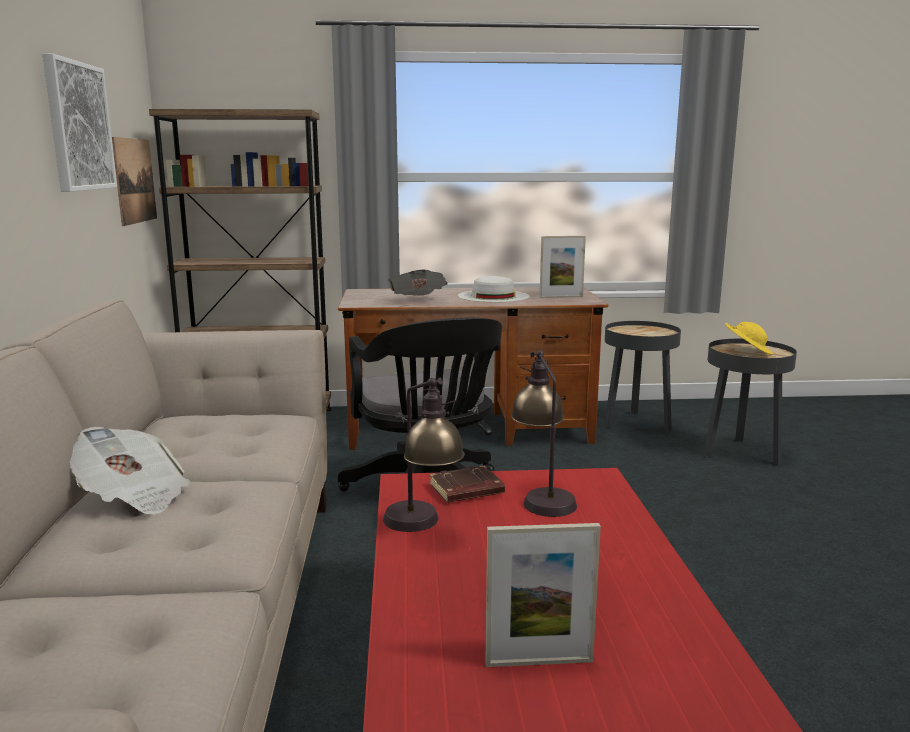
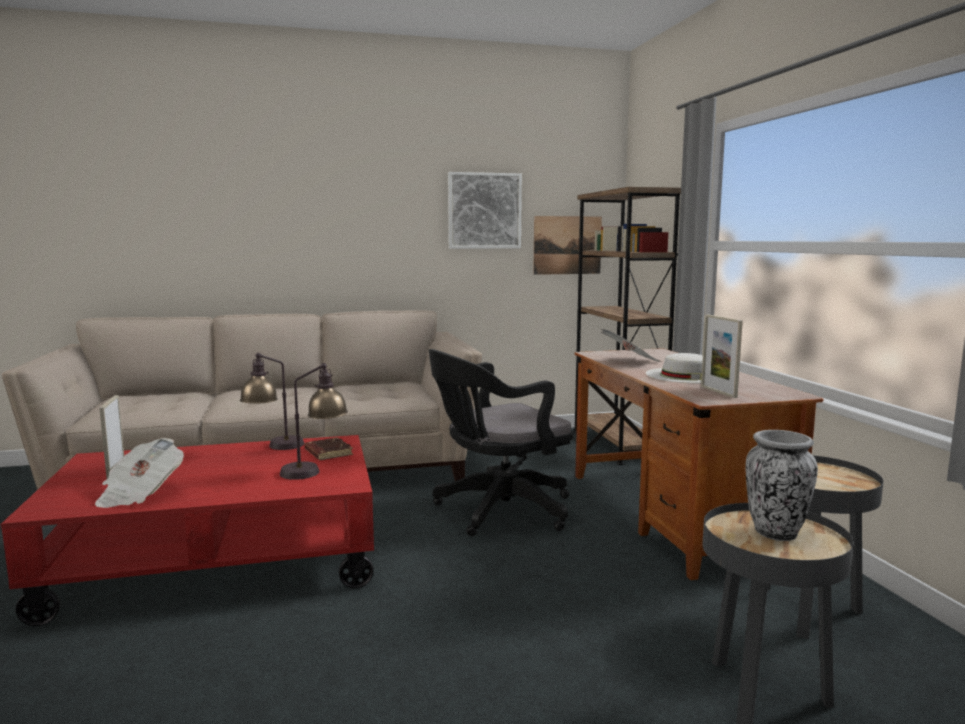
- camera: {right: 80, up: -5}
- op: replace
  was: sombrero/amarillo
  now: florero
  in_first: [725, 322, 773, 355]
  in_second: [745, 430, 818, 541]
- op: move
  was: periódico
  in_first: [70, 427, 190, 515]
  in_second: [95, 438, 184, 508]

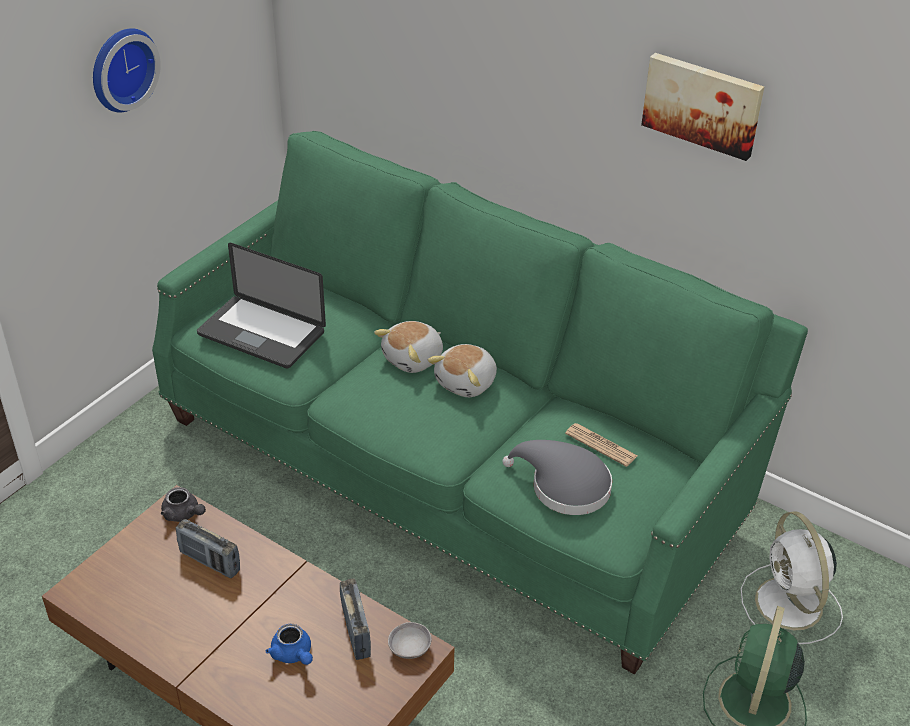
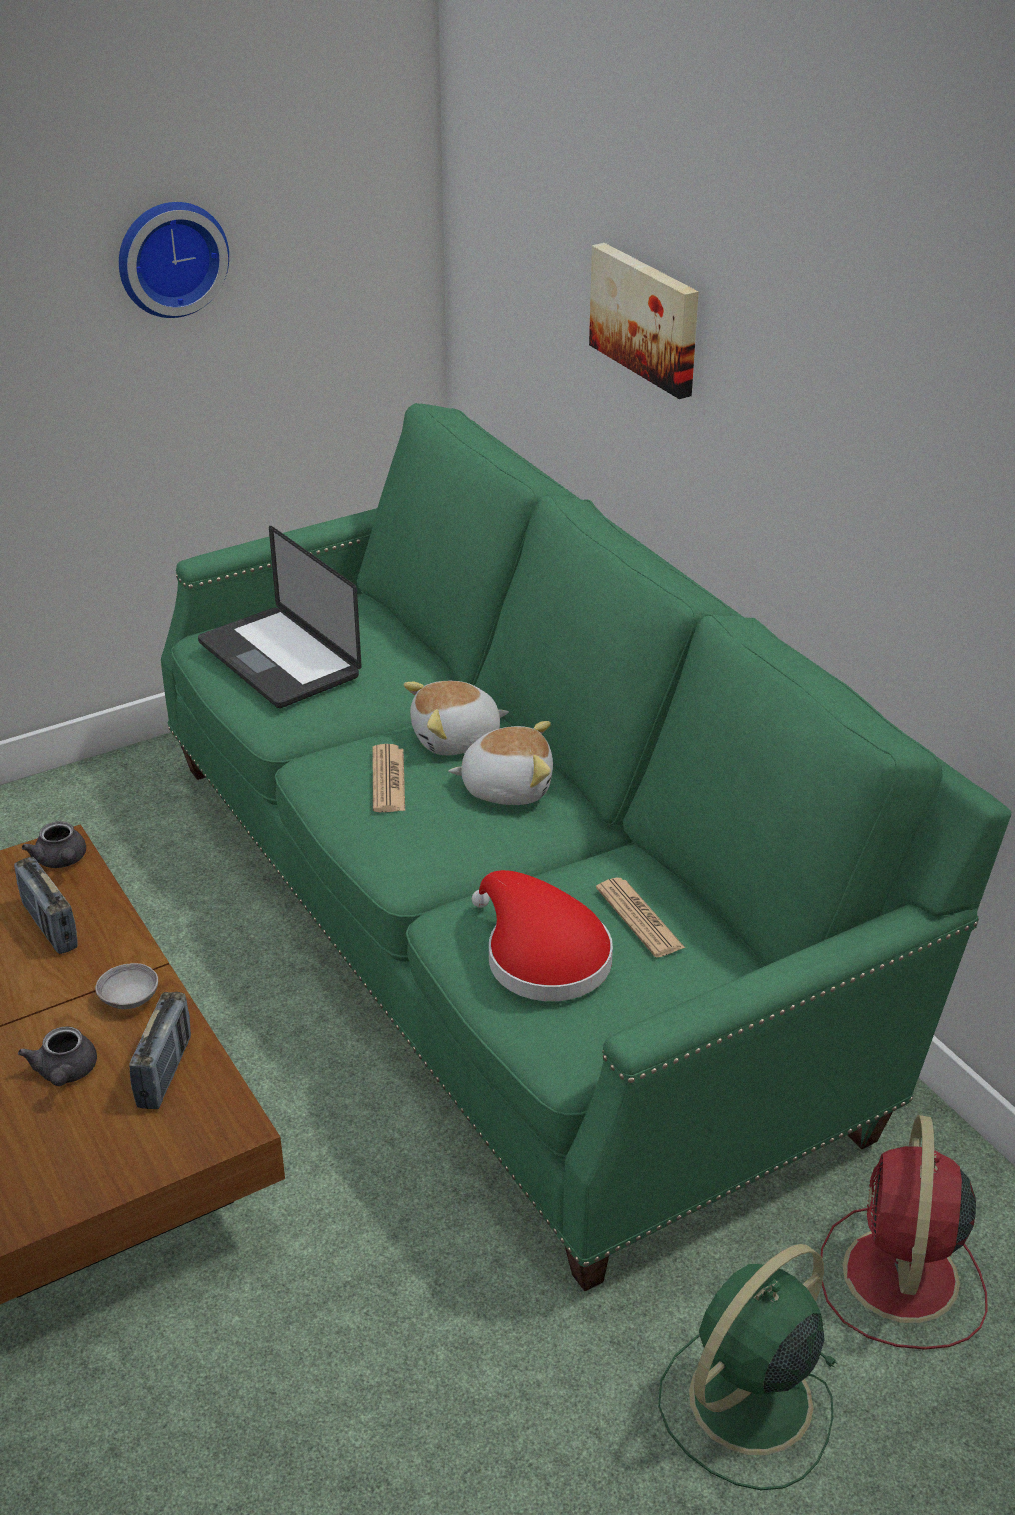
- camera: {right: 25, up: -5}
- op: move
  was: cuadro
  in_first: [641, 53, 764, 161]
  in_second: [589, 243, 699, 399]
- op: rotate
  was: peluche
  in_first: [428, 344, 497, 397]
  in_second: [448, 721, 553, 805]
  clockwise: -150
- op: recolor
  was: sombrero/gris
  now: sombrero/rojo
  in_first: [502, 440, 612, 515]
  in_second: [472, 870, 613, 1001]
- op: recolor
  was: ventilador/blanco
  now: ventilador/rojo
  in_first: [741, 511, 843, 644]
  in_second: [821, 1115, 988, 1350]
- op: move
  was: cuenco/gris
  in_first: [388, 622, 432, 659]
  in_second: [95, 963, 158, 1009]
- op: recolor
  was: tetera/azul
  now: tetera/gris
  in_first: [266, 624, 313, 665]
  in_second: [18, 1026, 97, 1086]
- op: insert
  now: periódico
  in_second: [373, 744, 405, 812]

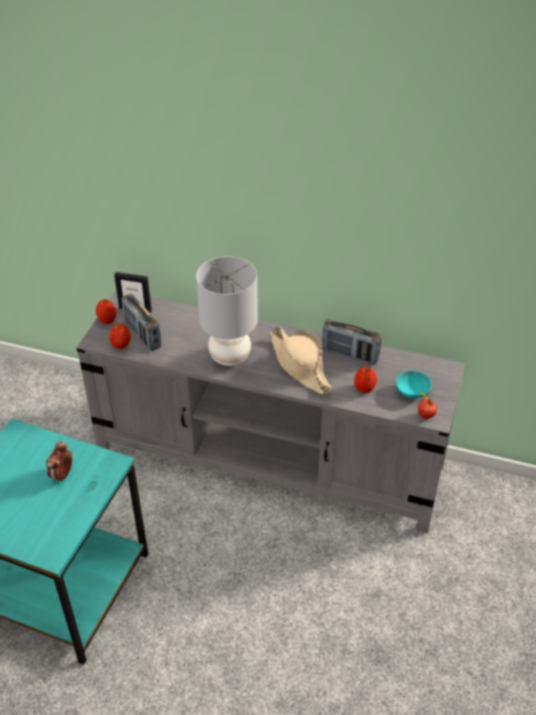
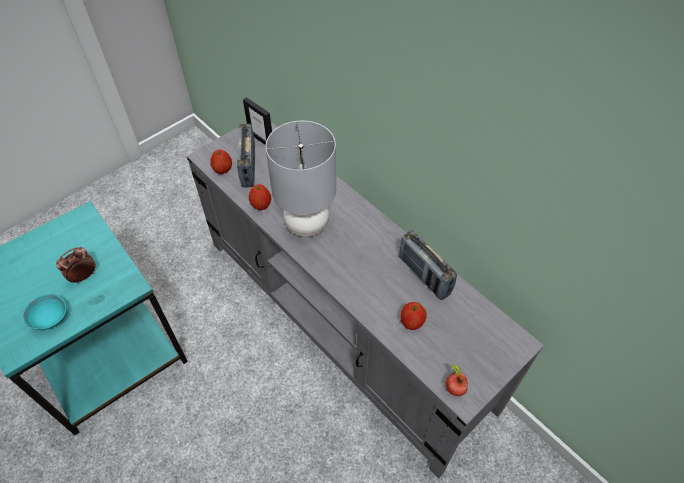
- camera: {right: 30, up: 10}
- op: move
  was: manzana
  in_first: [96, 299, 116, 324]
  in_second: [249, 184, 271, 210]
- op: delete
  was: sombrero/beis
  in_first: [270, 327, 332, 394]
- op: move
  was: cuenco/turquesa
  in_first: [396, 371, 432, 399]
  in_second: [23, 294, 67, 330]

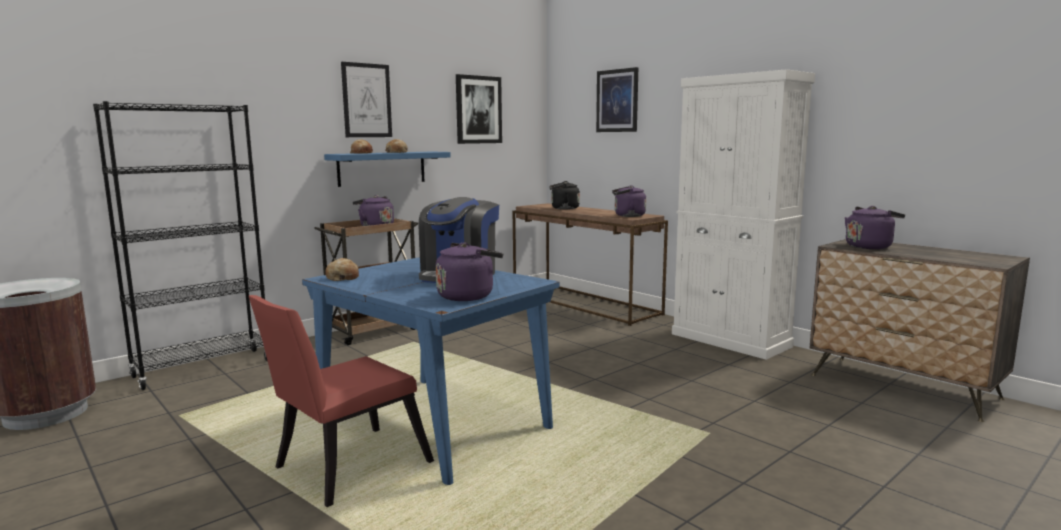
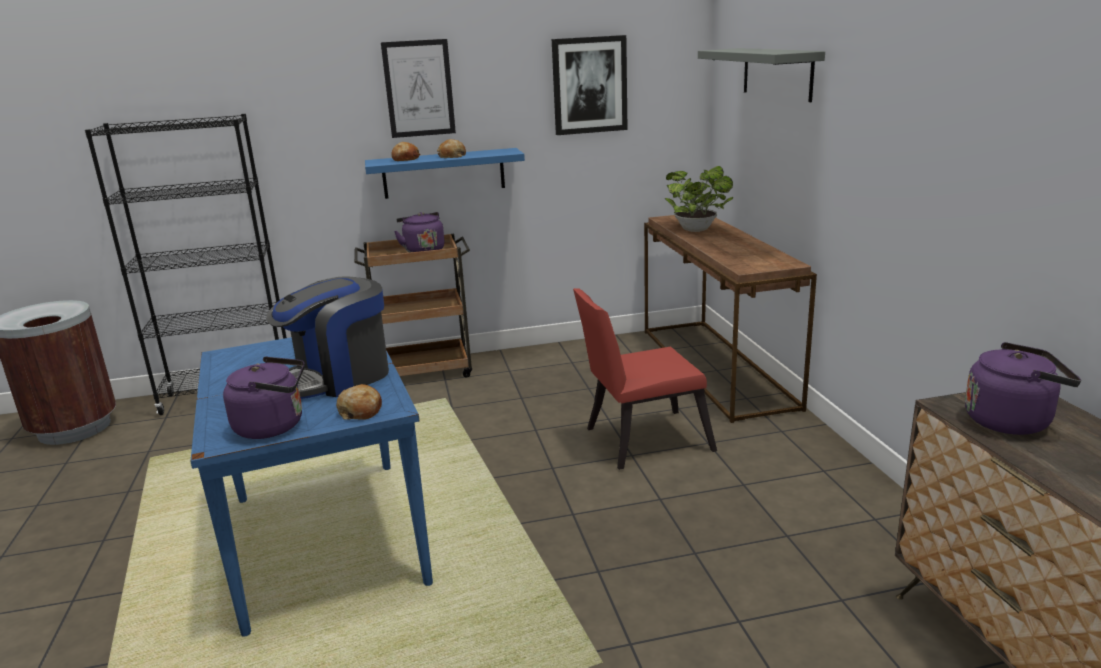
- camera: {right: 30, up: 10}
- op: replace
  was: cuadro
  now: estante/gris
  in_first: [596, 67, 638, 132]
  in_second: [698, 48, 825, 102]
- op: delete
  was: armario/blanco
  in_first: [672, 69, 815, 360]
- op: replace
  was: hervidor/negro
  now: planta en maceta
  in_first: [550, 181, 580, 210]
  in_second: [665, 166, 734, 232]
- op: delete
  was: hervidor/morado
  in_first: [612, 185, 646, 217]
- op: move
  was: pan
  in_first: [325, 258, 359, 281]
  in_second: [336, 384, 382, 420]
- op: move
  was: silla/rojo
  in_first: [249, 295, 434, 507]
  in_second: [573, 288, 717, 470]

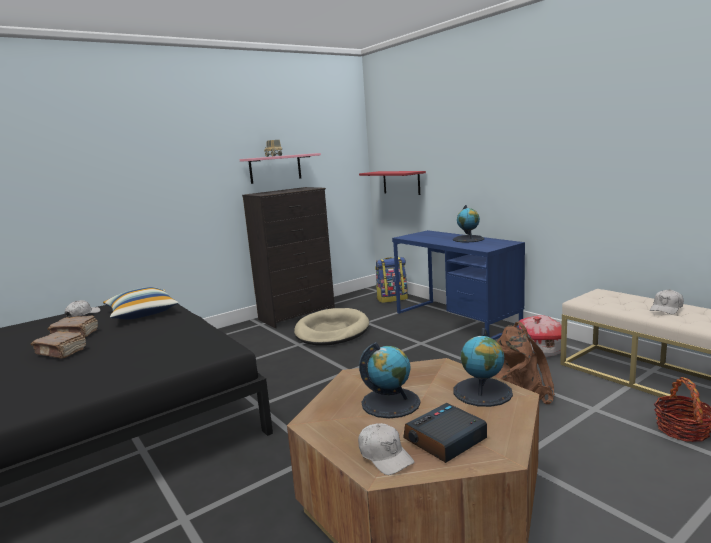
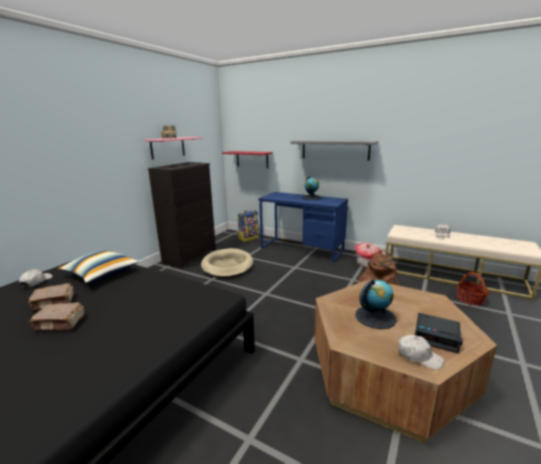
- camera: {right: -25, up: 5}
- op: delete
  was: globo terráqueo
  in_first: [454, 328, 513, 407]
- op: rotate
  was: despertador
  in_first: [403, 403, 487, 463]
  in_second: [415, 313, 463, 353]
  clockwise: -90
- op: insert
  now: estante/gris
  in_second: [291, 140, 378, 161]

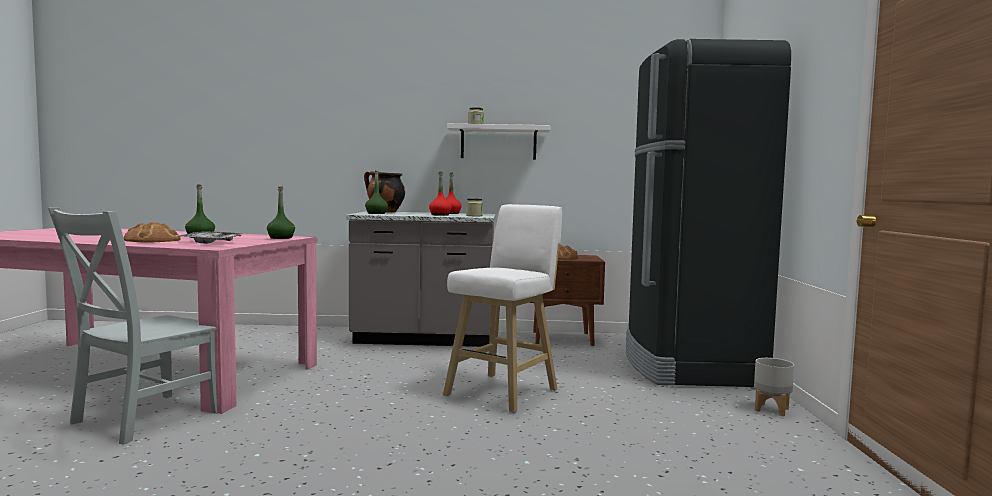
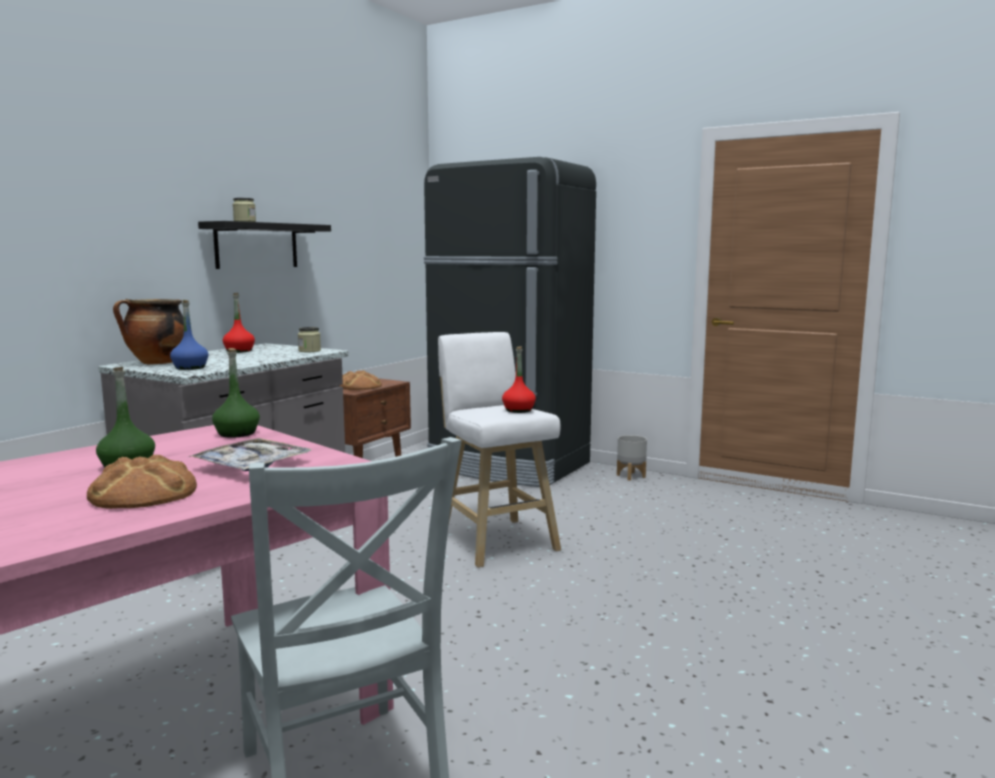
- camera: {right: -60, up: 5}
- op: recolor
  was: estante/blanco
  now: estante/negro
  in_first: [447, 123, 550, 160]
  in_second: [198, 221, 331, 269]
- op: recolor
  was: botella/verde
  now: botella/azul
  in_first: [365, 170, 388, 214]
  in_second: [170, 300, 209, 370]
- op: move
  was: botella/rojo
  in_first: [429, 172, 452, 216]
  in_second: [502, 346, 536, 413]

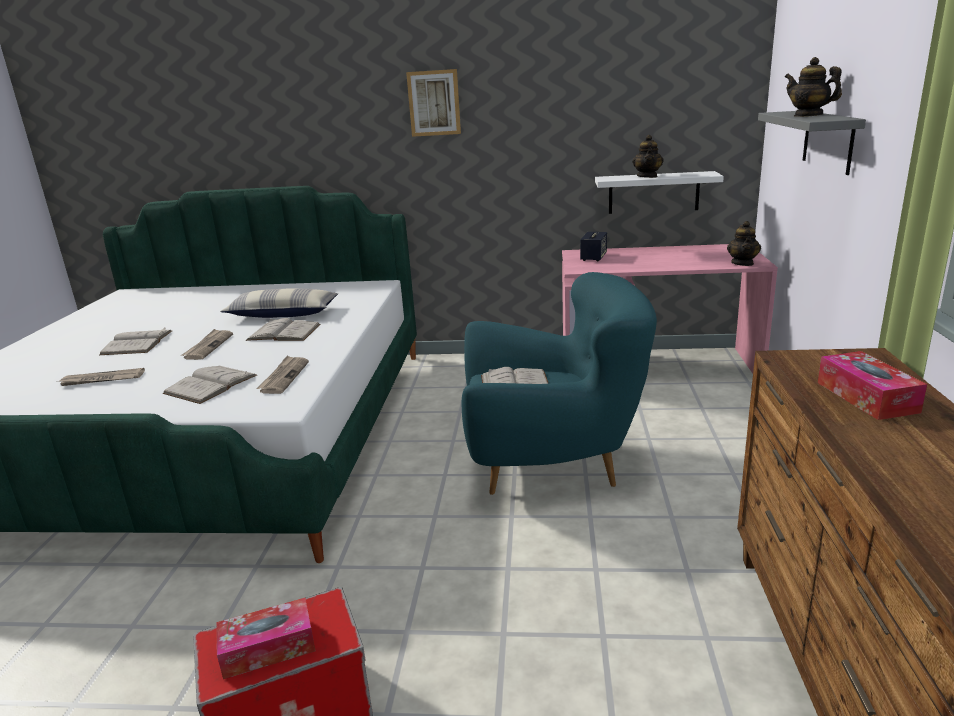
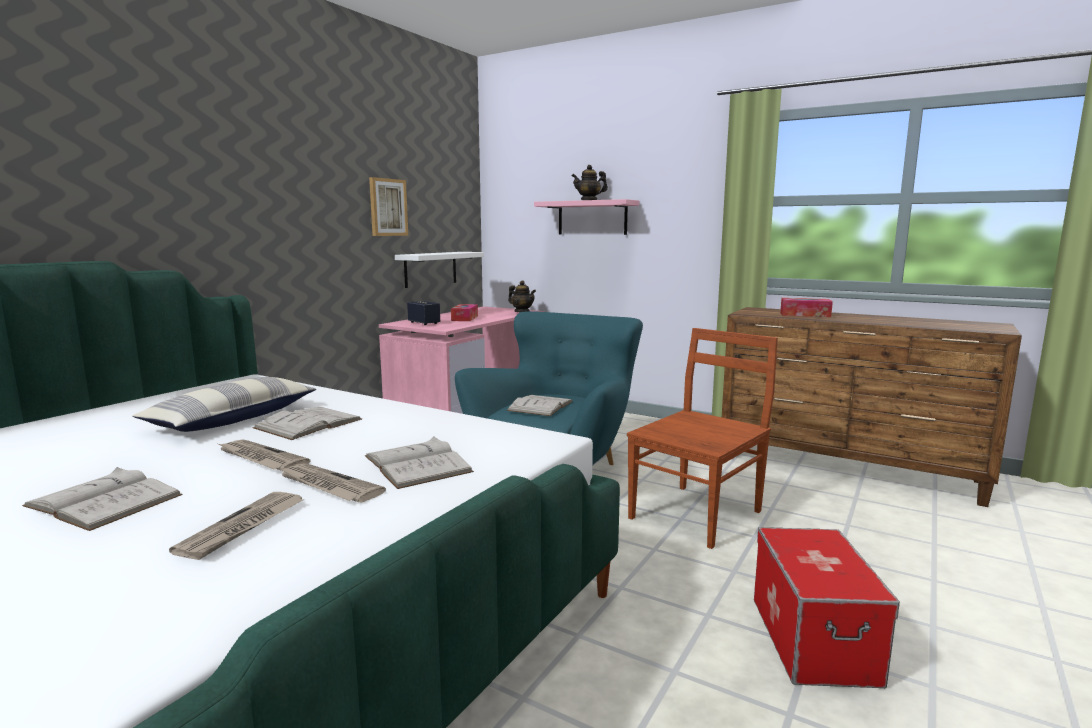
- camera: {right: -65, up: -10}
- op: move
  was: cuadro
  in_first: [406, 69, 461, 137]
  in_second: [369, 177, 408, 236]
- op: recolor
  was: estante/gris
  now: estante/rosa
  in_first: [758, 111, 866, 175]
  in_second: [534, 199, 639, 235]
- op: delete
  was: tetera
  in_first: [632, 135, 664, 178]
- op: move
  was: periódico
  in_first: [256, 356, 309, 394]
  in_second: [277, 463, 386, 502]
- op: move
  was: caja de pañuelos
  in_first: [216, 598, 316, 679]
  in_second: [451, 304, 478, 321]
- op: insert
  now: silla/marrón
  in_second: [627, 328, 778, 549]

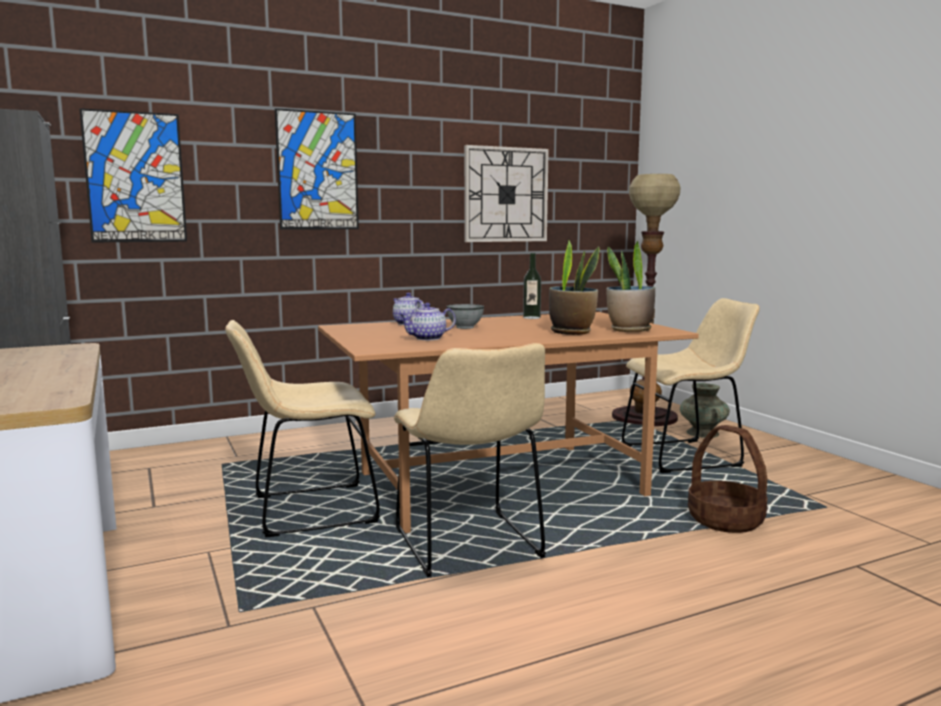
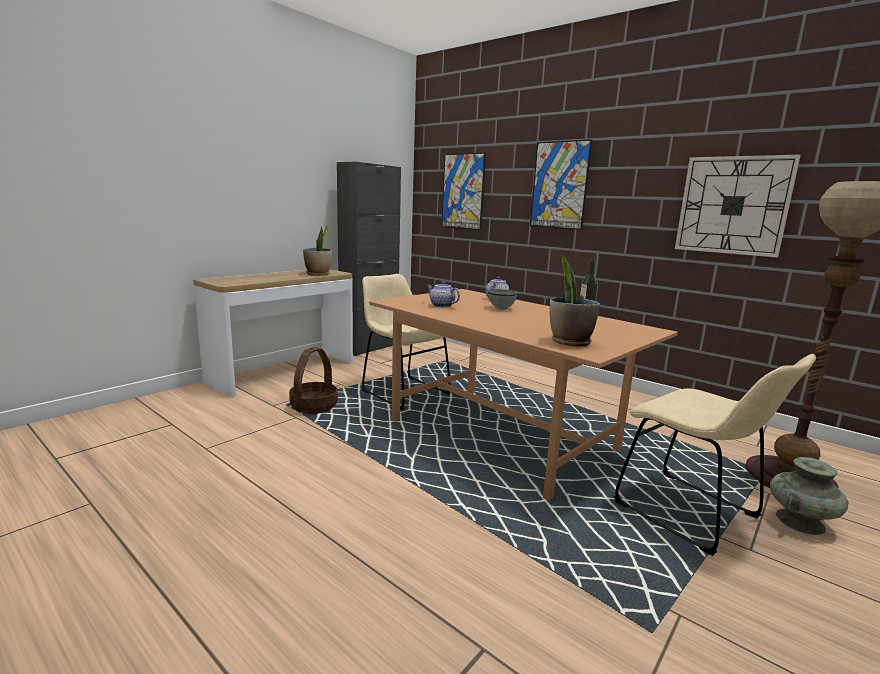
- camera: {right: 65, up: 5}
- op: move
  was: planta en maceta
  in_first: [549, 241, 599, 335]
  in_second: [303, 222, 332, 276]
- op: delete
  was: silla/beis
  in_first: [394, 343, 546, 577]
- op: move
  was: cesta
  in_first: [688, 425, 768, 533]
  in_second: [289, 347, 338, 414]

